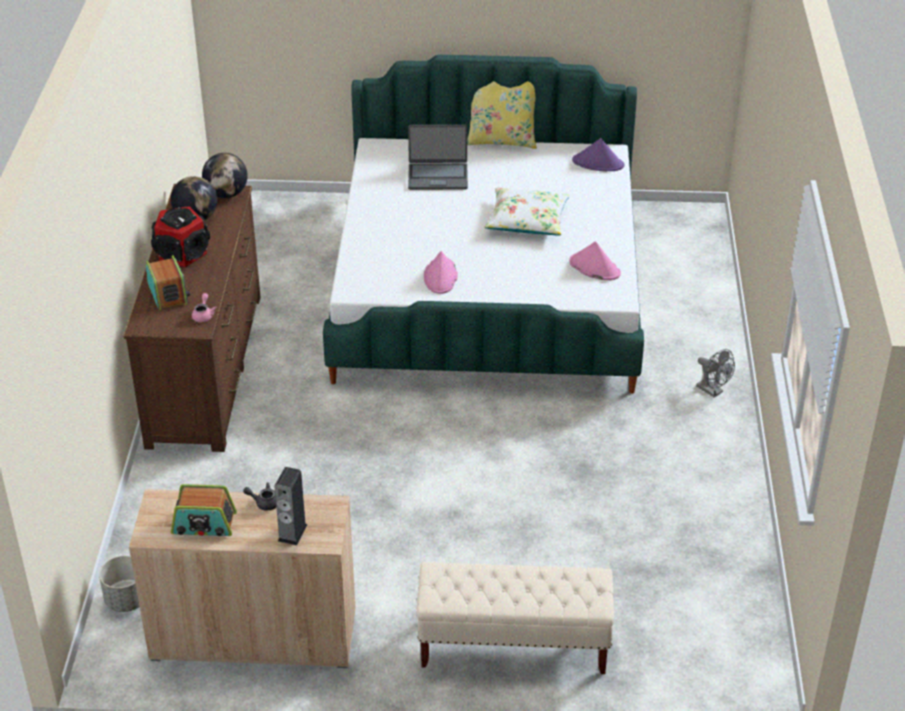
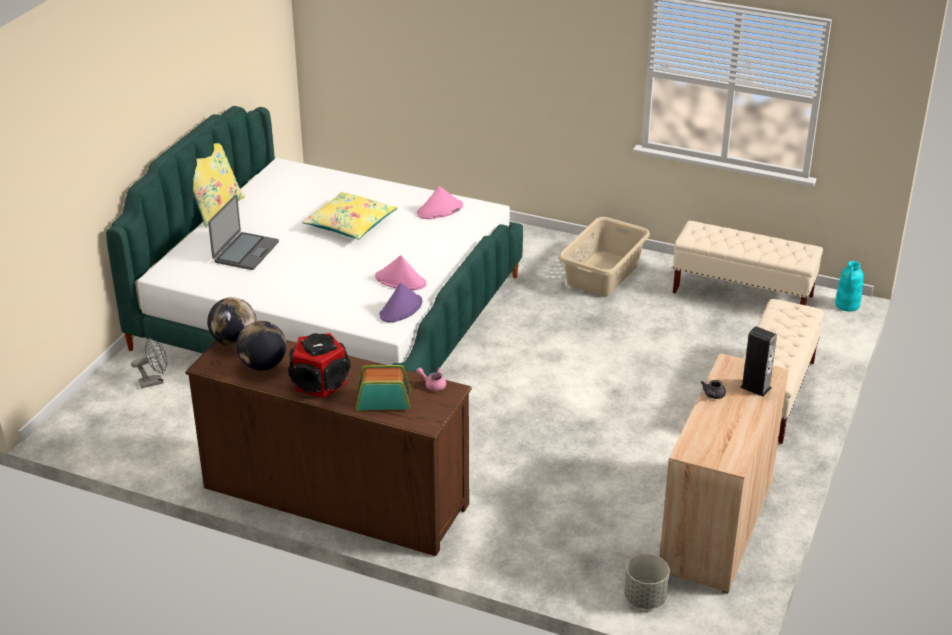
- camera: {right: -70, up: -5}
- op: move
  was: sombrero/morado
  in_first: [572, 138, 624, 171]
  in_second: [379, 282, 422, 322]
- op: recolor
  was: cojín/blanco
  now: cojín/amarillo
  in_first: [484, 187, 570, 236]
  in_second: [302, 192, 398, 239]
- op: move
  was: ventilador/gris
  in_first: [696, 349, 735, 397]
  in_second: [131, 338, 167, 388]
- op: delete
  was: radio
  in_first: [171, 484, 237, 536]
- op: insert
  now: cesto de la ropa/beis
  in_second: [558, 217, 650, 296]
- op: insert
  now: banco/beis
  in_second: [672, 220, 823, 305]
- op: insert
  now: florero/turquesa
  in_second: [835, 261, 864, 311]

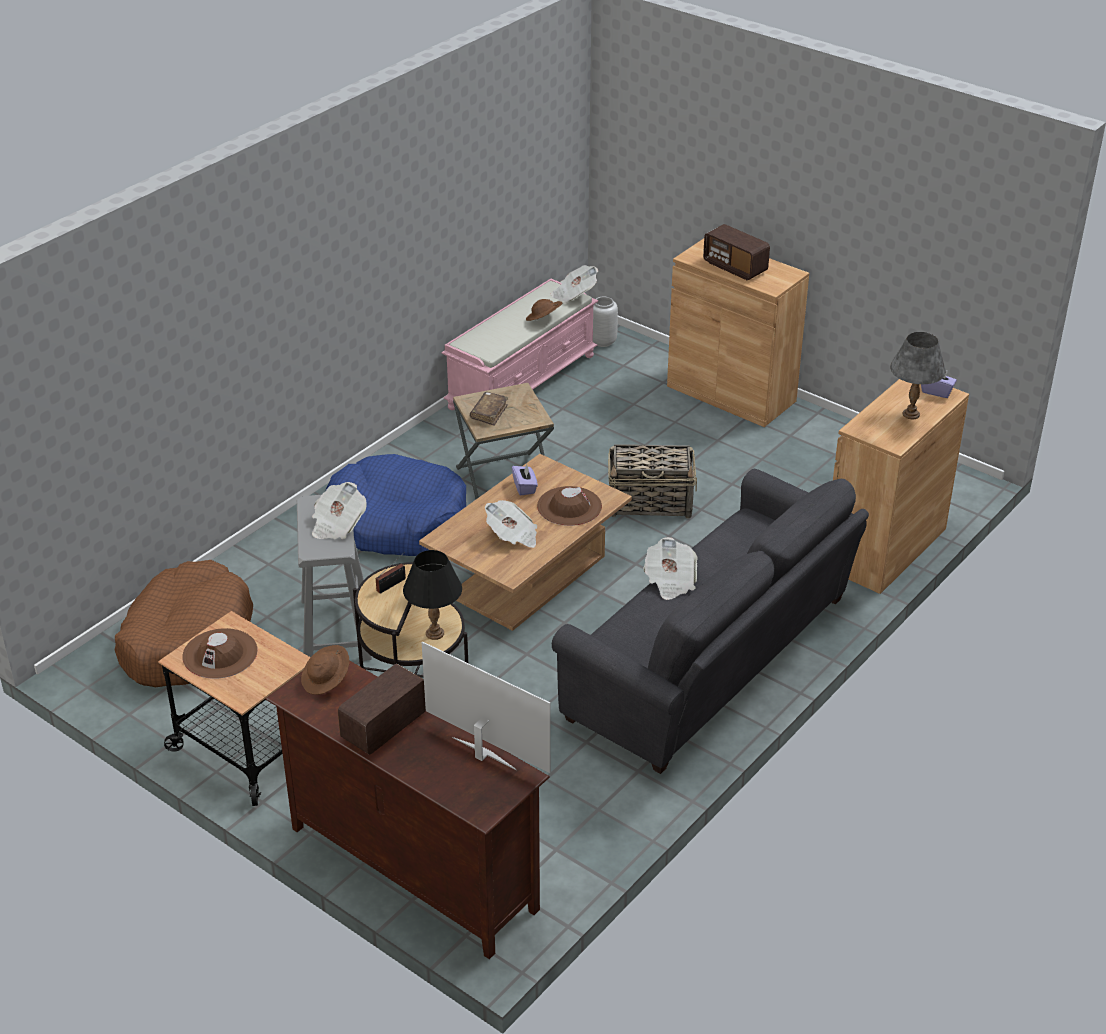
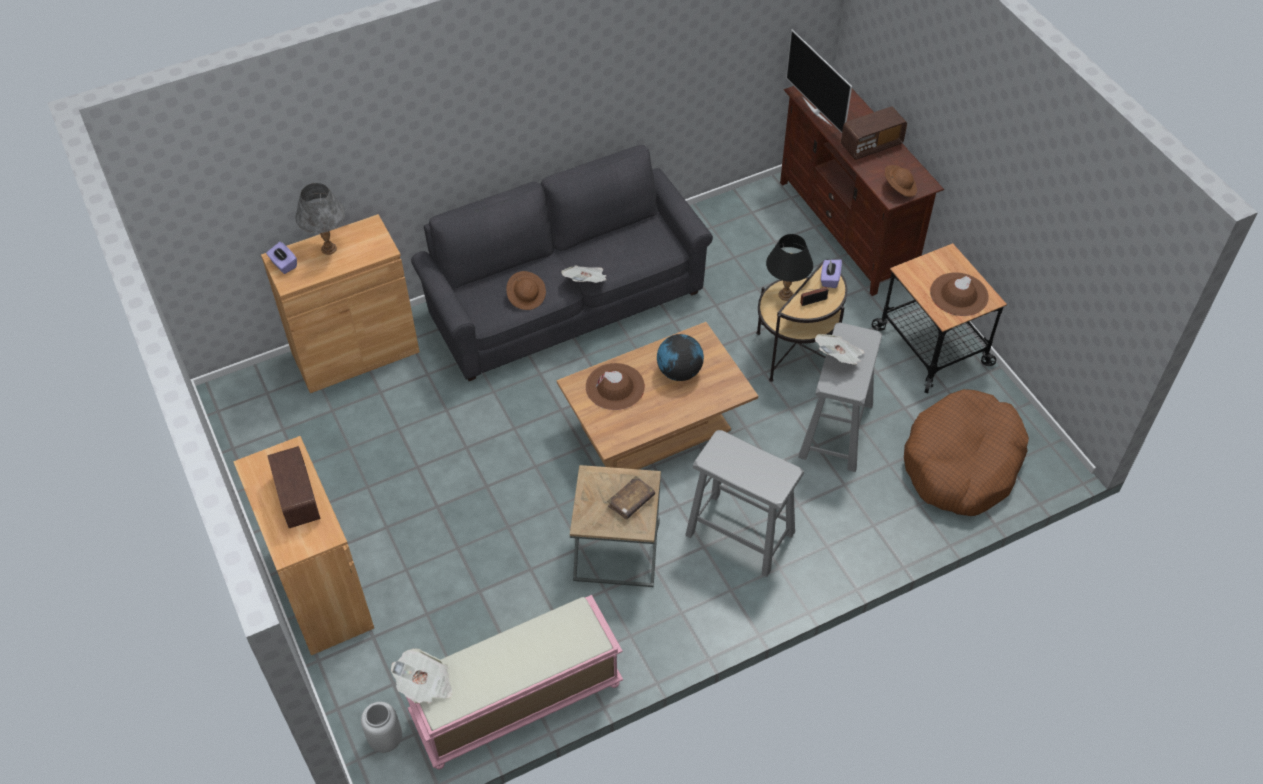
- camera: {right: -155, up: 15}
- op: move
  was: sombrero/marrón
  in_first: [526, 299, 562, 321]
  in_second: [506, 271, 546, 310]
- op: delete
  was: cesta
  in_first: [608, 444, 697, 518]
- op: replace
  was: cama para perro/azul
  now: taburete/gris
  in_first: [326, 454, 466, 556]
  in_second: [686, 430, 804, 577]
- op: move
  was: caja de pañuelos/morado
  in_first: [512, 464, 538, 496]
  in_second: [821, 259, 842, 288]
- op: replace
  was: periódico
  now: globo terráqueo
  in_first: [485, 500, 537, 548]
  in_second: [657, 334, 704, 381]

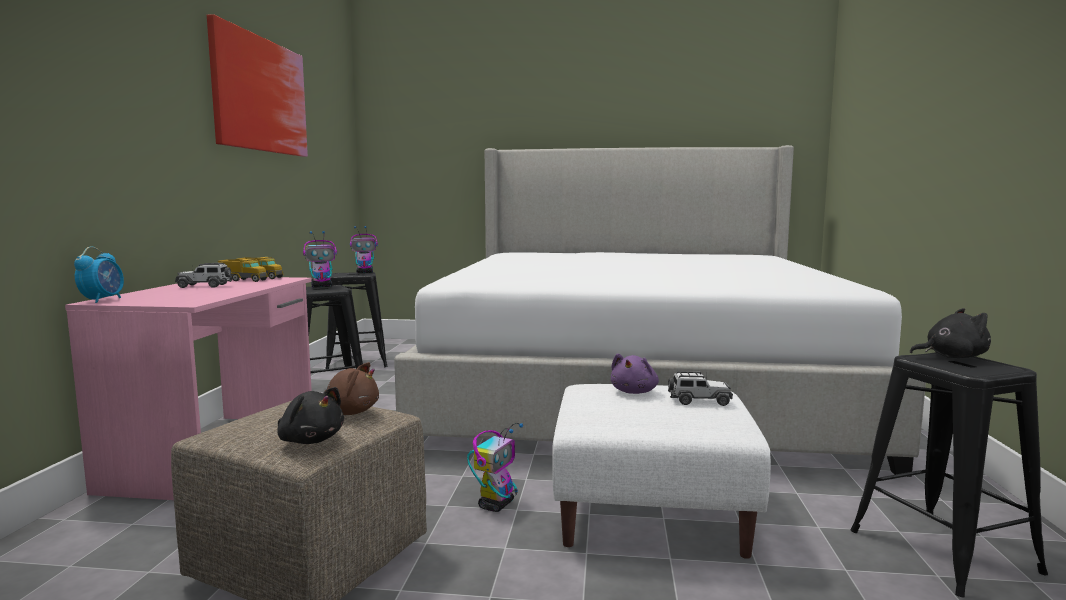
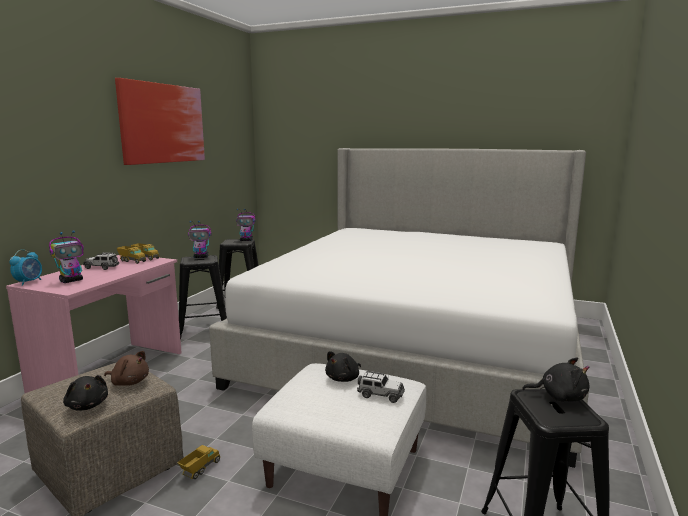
- camera: {right: 15, up: 5}
- op: recolor
  was: peluche/morado
  now: peluche/negro
  in_first: [611, 354, 659, 394]
  in_second: [325, 351, 361, 382]
- op: move
  was: robot de juguete
  in_first: [467, 423, 523, 512]
  in_second: [49, 231, 84, 283]
- op: insert
  now: camión de juguete
  in_second: [177, 445, 221, 479]

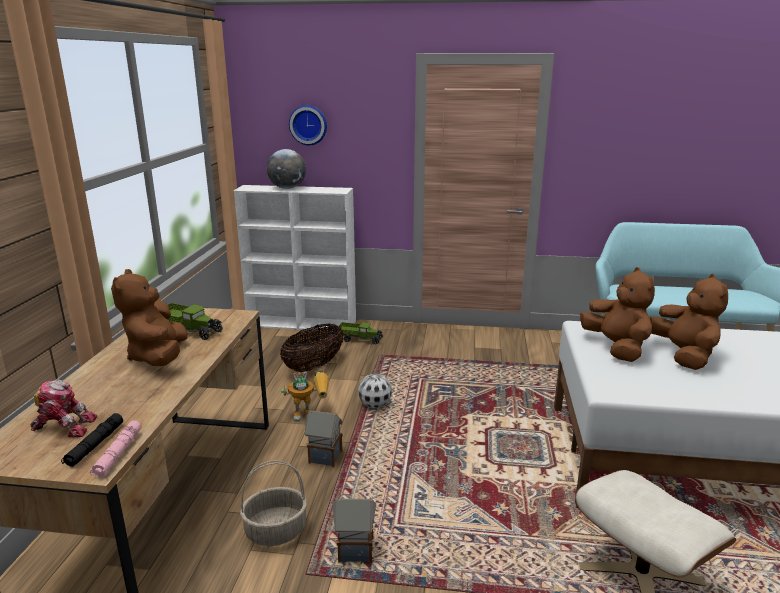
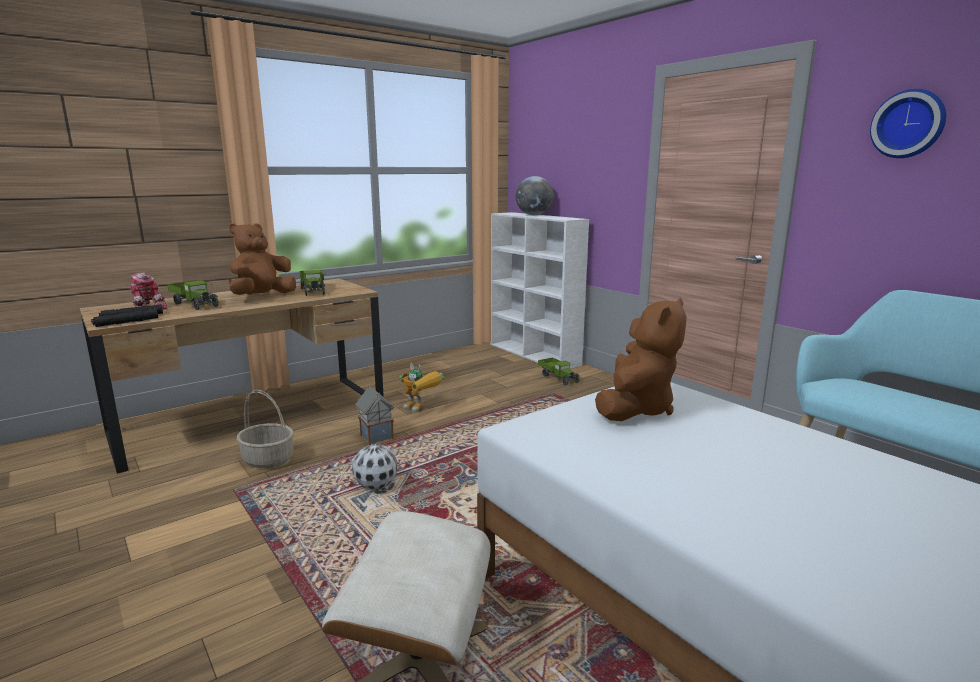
- camera: {right: 45, up: -5}
- op: move
  was: reloj de pared
  in_first: [289, 105, 327, 145]
  in_second: [870, 89, 946, 158]
- op: delete
  was: peluche/marrón
  in_first: [650, 274, 728, 370]
- op: delete
  was: cesta
  in_first: [280, 324, 344, 372]
- op: move
  was: balón de fútbol
  in_first: [358, 374, 392, 408]
  in_second: [352, 444, 398, 490]
- op: recolor
  was: linterna/rosa
  now: linterna/negro
  in_first: [90, 421, 142, 477]
  in_second: [91, 309, 158, 327]
- op: delete
  was: casita
  in_first: [333, 497, 376, 563]
- op: insert
  now: camión de juguete
  in_second: [167, 280, 218, 310]

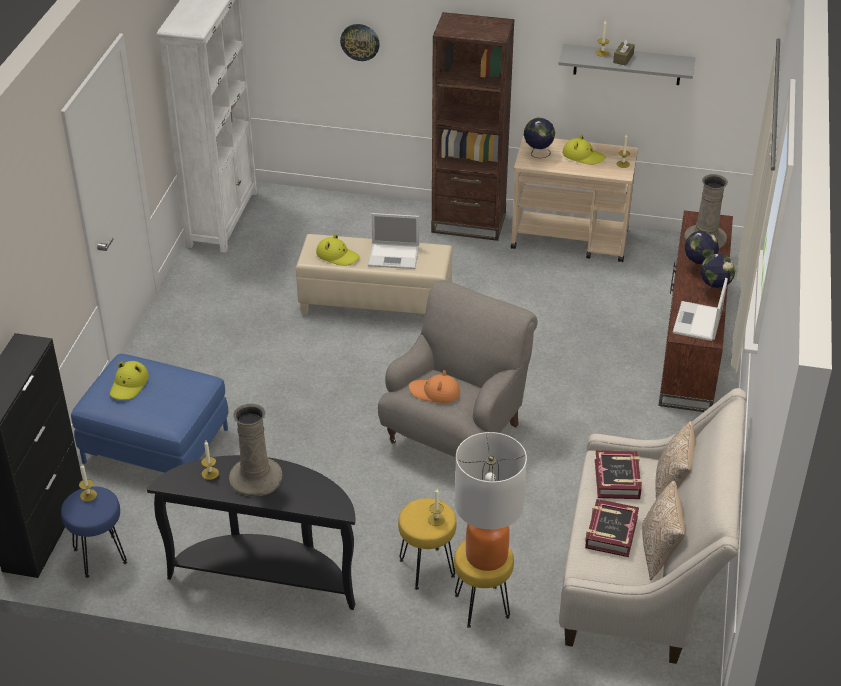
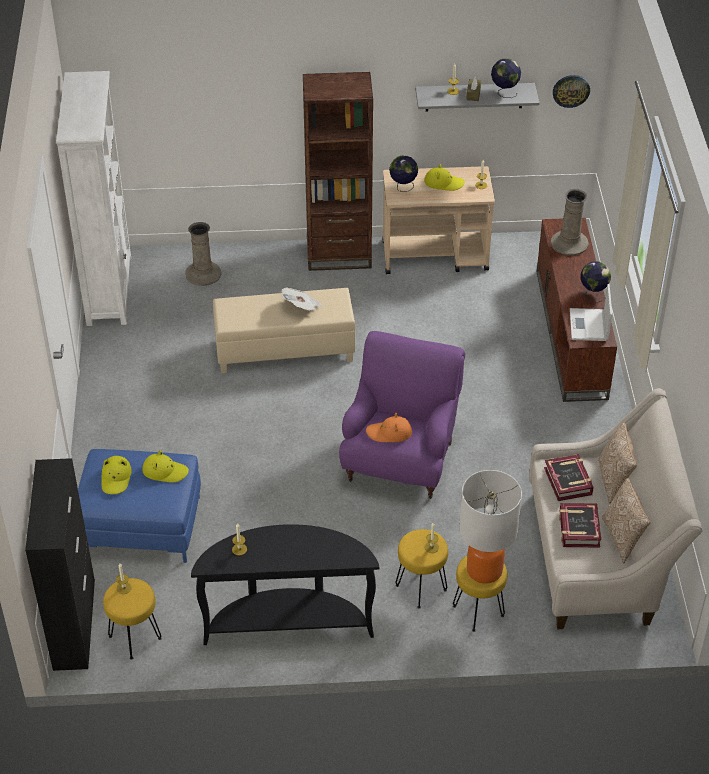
- camera: {right: -15, up: 5}
- op: move
  was: reloj de pared
  in_first: [340, 24, 380, 61]
  in_second: [553, 75, 590, 108]
- op: replace
  was: portátil
  now: periódico
  in_first: [368, 213, 419, 269]
  in_second: [281, 288, 323, 311]
- op: move
  was: globo terráqueo
  in_first: [685, 231, 719, 275]
  in_second: [491, 58, 521, 98]
- op: move
  was: sombrero/amarillo
  in_first: [316, 234, 360, 266]
  in_second: [142, 450, 189, 482]
- op: recolor
  was: sillón/gris
  now: sillón/morado
  in_first: [378, 280, 537, 457]
  in_second: [339, 331, 465, 499]
- op: move
  was: florero/beis
  in_first: [229, 404, 283, 497]
  in_second: [185, 222, 221, 286]
- op: recolor
  was: taburete/azul
  now: taburete/amarillo
  in_first: [61, 486, 127, 578]
  in_second: [103, 578, 162, 660]

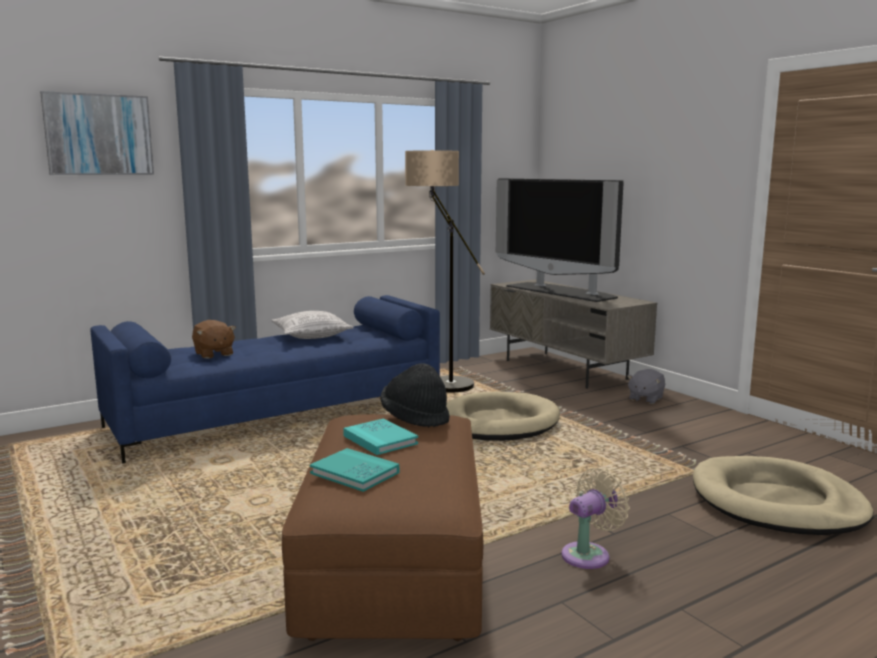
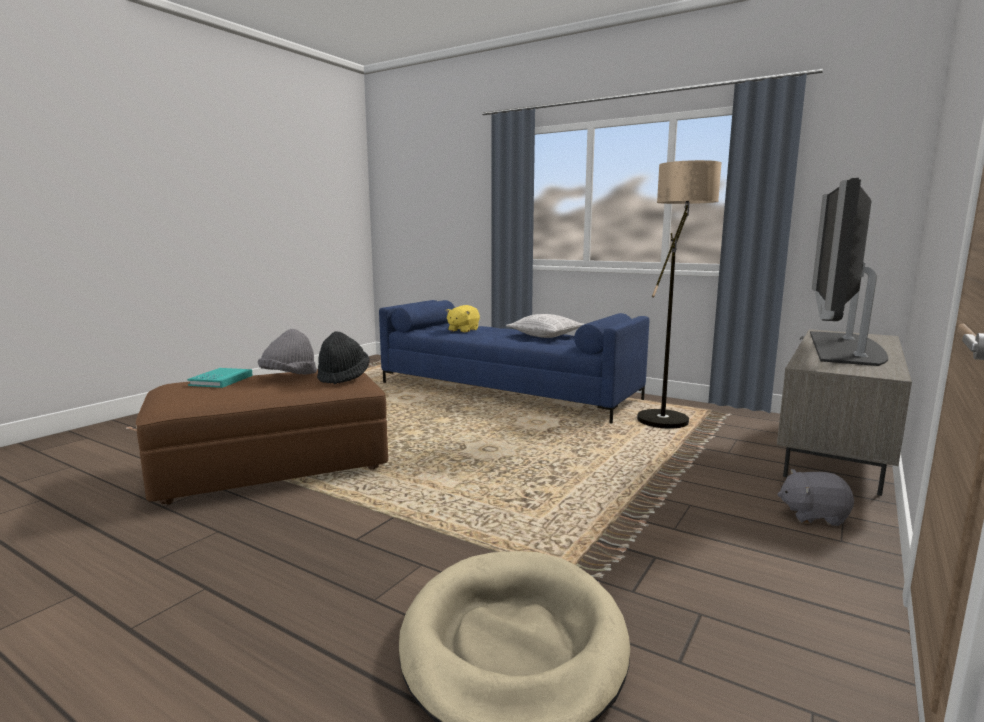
- camera: {right: 65, up: 0}
- op: delete
  was: cuadro
  in_first: [40, 91, 154, 175]
- op: recolor
  was: peluche/marrón
  now: peluche/amarillo
  in_first: [192, 320, 236, 359]
  in_second: [446, 305, 480, 333]
- op: delete
  was: cama para perro/beis
  in_first: [446, 391, 560, 441]
- op: replace
  was: libro/turquesa
  now: sombrero/gris
  in_first: [343, 418, 418, 455]
  in_second: [258, 329, 317, 374]
- op: delete
  was: ventilador/beis
  in_first: [561, 468, 630, 569]

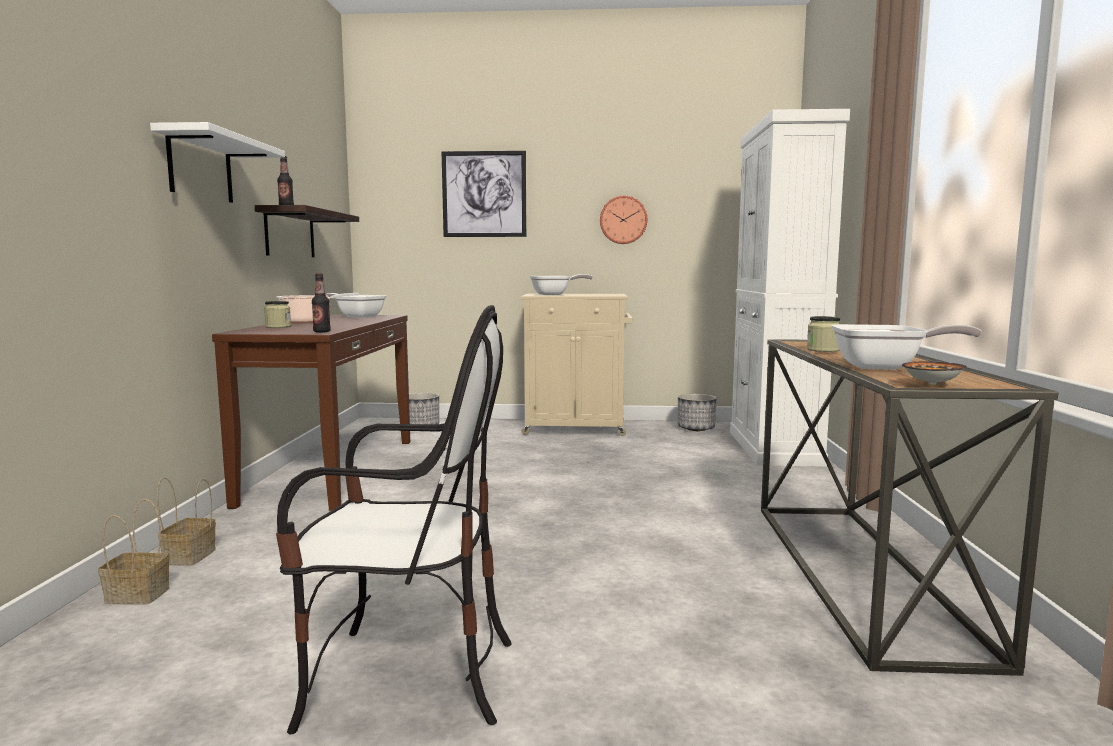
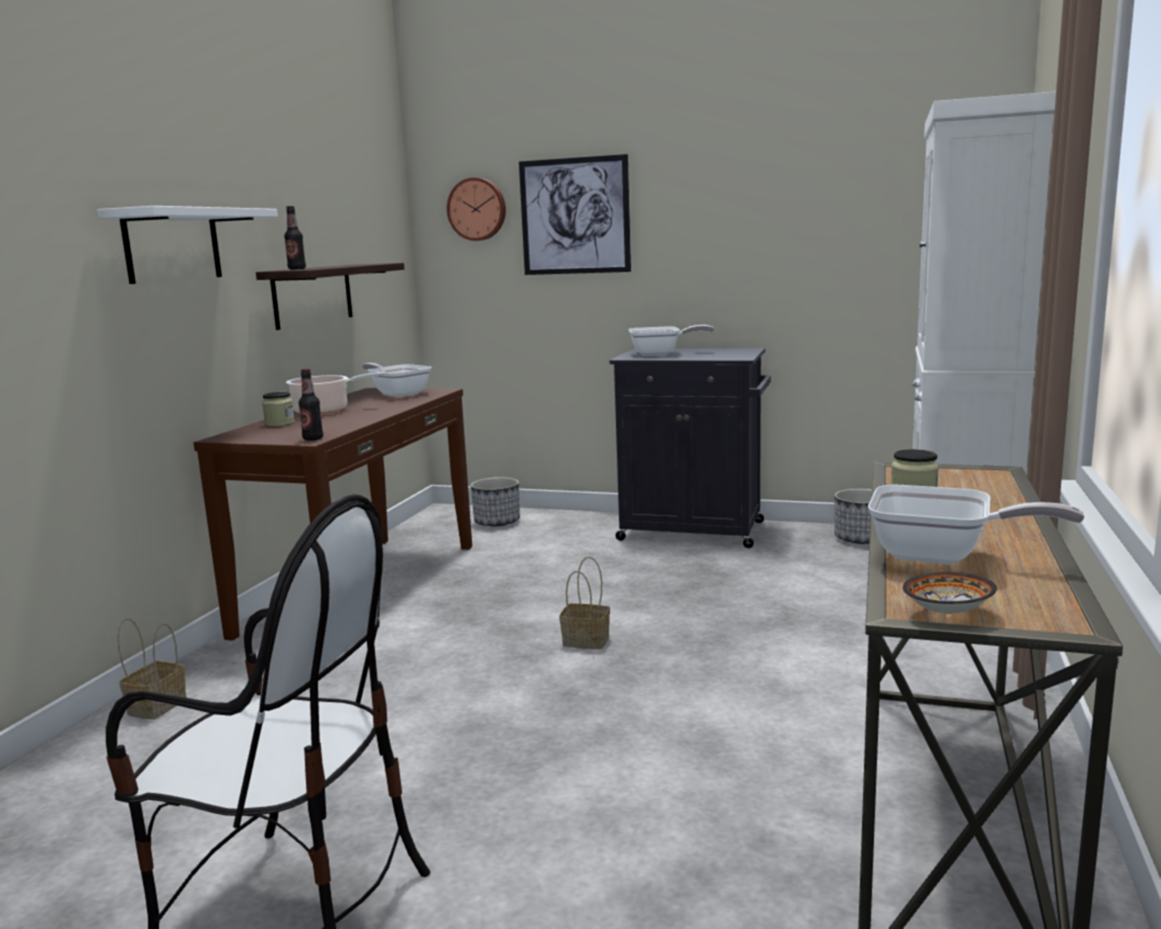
- camera: {right: 15, up: 5}
- op: move
  was: reloj de pared
  in_first: [600, 196, 647, 244]
  in_second: [447, 177, 506, 241]
- op: recolor
  was: armario/beis
  now: armario/negro
  in_first: [521, 294, 632, 436]
  in_second: [610, 348, 771, 548]
- op: move
  was: cesta
  in_first: [98, 499, 169, 605]
  in_second: [560, 556, 610, 649]

